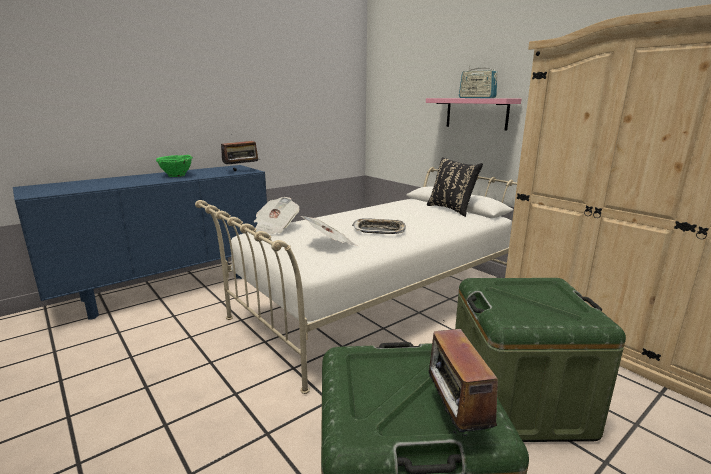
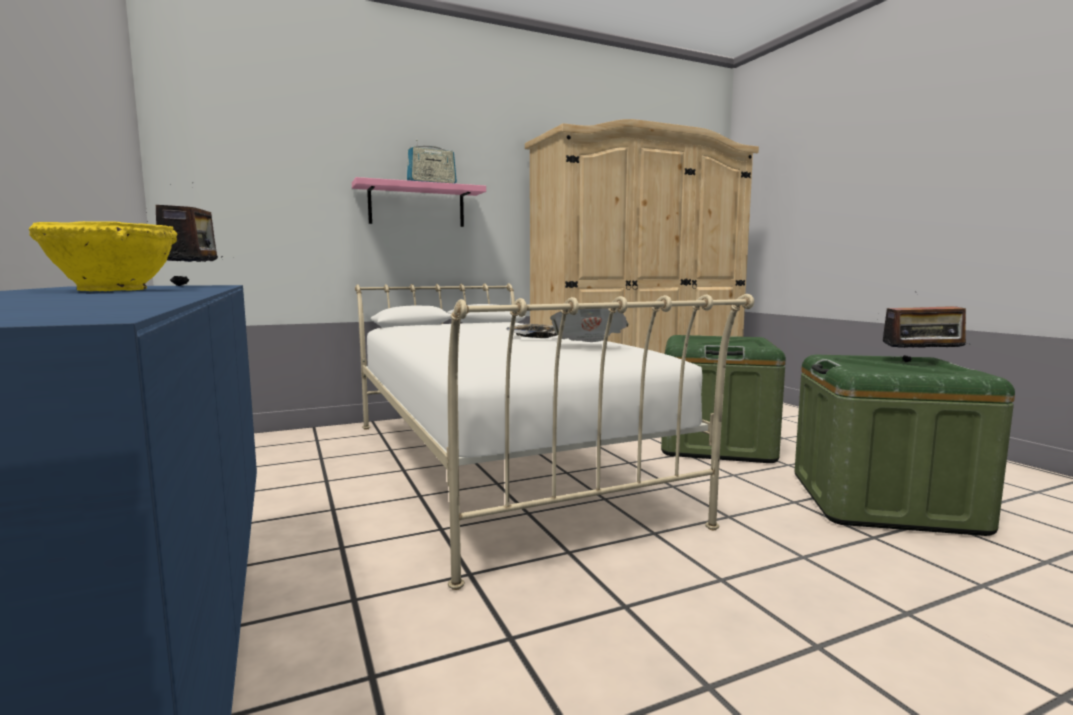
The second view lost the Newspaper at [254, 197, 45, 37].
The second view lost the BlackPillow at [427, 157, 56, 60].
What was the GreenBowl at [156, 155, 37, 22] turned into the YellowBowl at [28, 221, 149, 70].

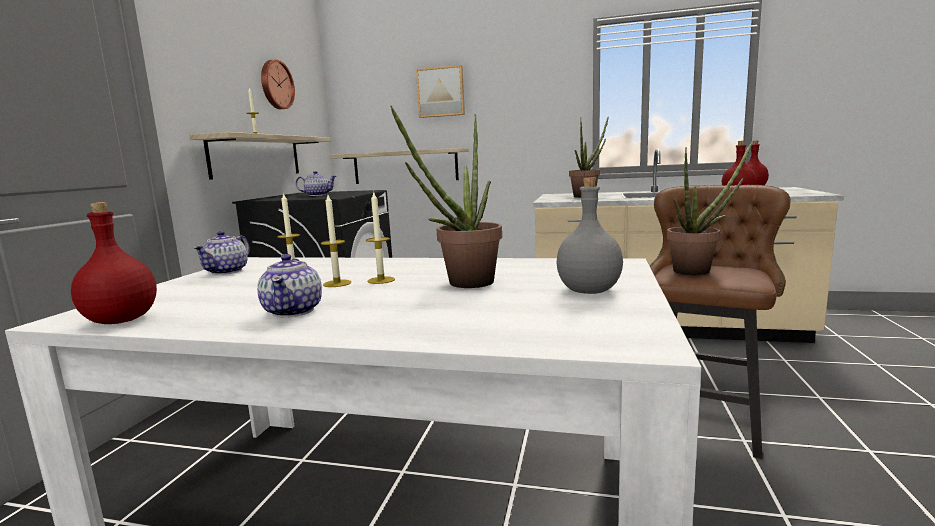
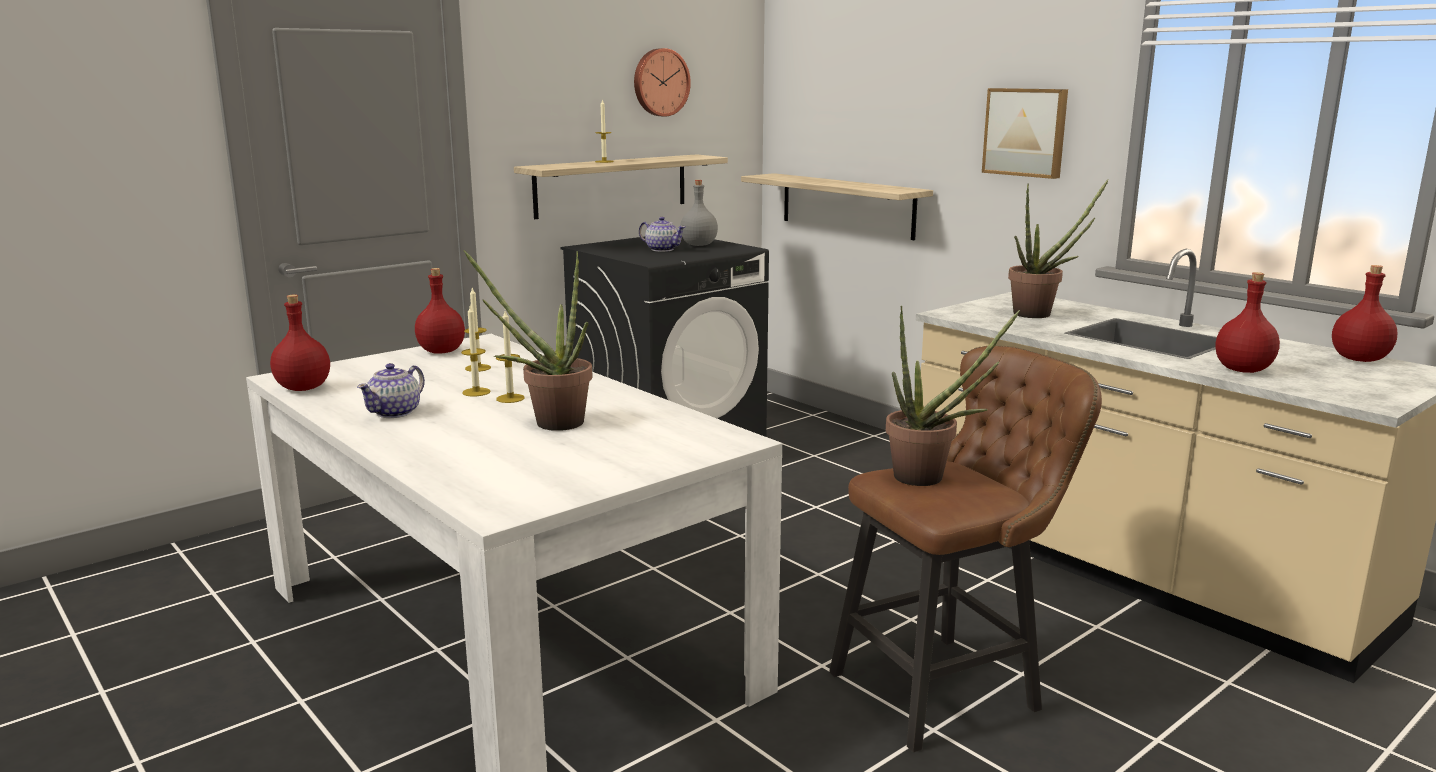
The Picture ended up elsewhere, having gone from [416, 65, 49, 53] to [982, 88, 86, 91].
The GreyBottle ended up elsewhere, having gone from [556, 178, 67, 116] to [680, 180, 38, 66].
Where the Teapot stood at [193, 231, 57, 44], the RedBottle came to stand at [415, 268, 50, 86].

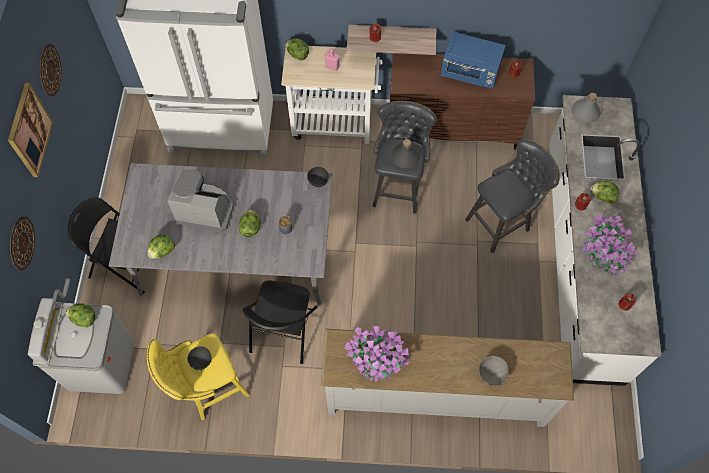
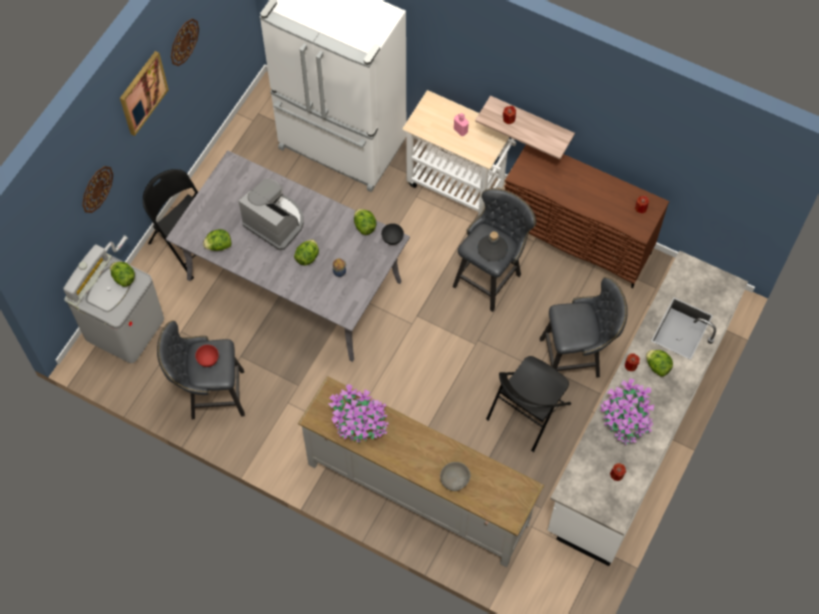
The second view lost the BlueMicrowave at [441, 32, 65, 57].
The second view lost the GreyBottle at [572, 93, 29, 30].
The BlackChair ended up elsewhere, having gone from [243, 281, 75, 83] to [486, 356, 85, 96].
The Lettuce ended up elsewhere, having gone from [285, 38, 24, 22] to [354, 209, 23, 26].
What was the YellowStool at [147, 333, 103, 87] turned into the GreyStool at [157, 321, 88, 98].
What was the GreyBowl at [187, 346, 24, 24] turned into the RedBowl at [195, 345, 24, 22].

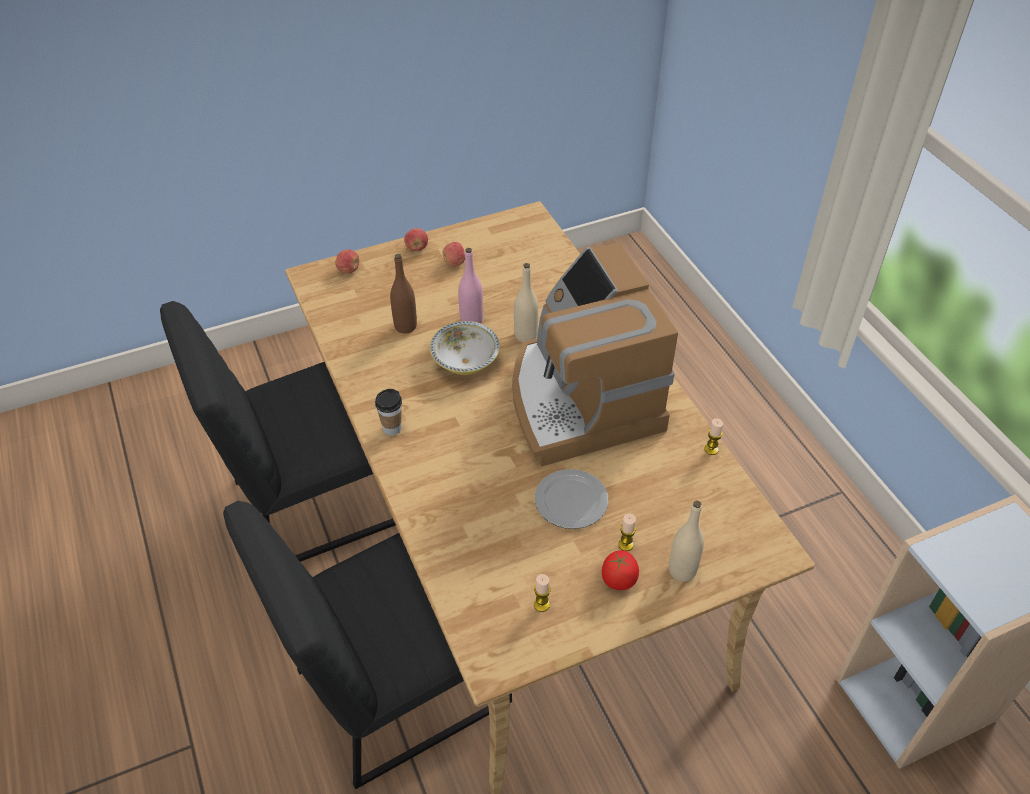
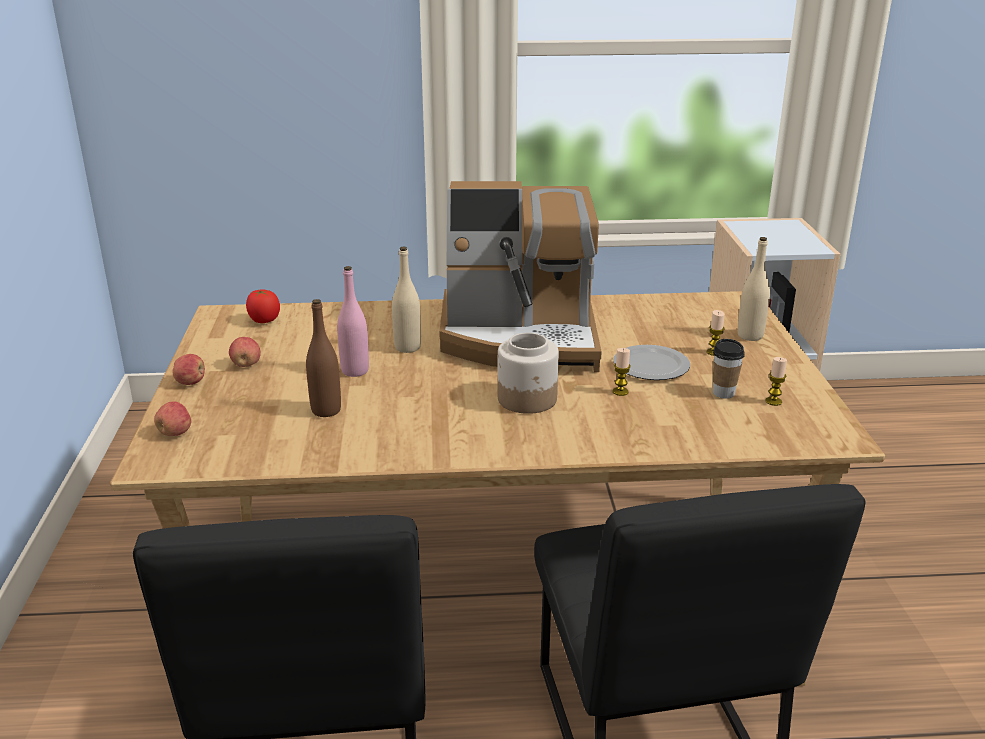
The second view lost the Bowl at [430, 321, 70, 54].
The second view gained the Jar at [498, 333, 61, 81].
The Cup ended up elsewhere, having gone from [375, 389, 27, 47] to [713, 339, 32, 60].
The Tomato ended up elsewhere, having gone from [602, 550, 37, 40] to [246, 289, 34, 34].
The Candle ended up elsewhere, having gone from [705, 418, 18, 37] to [613, 348, 18, 48].

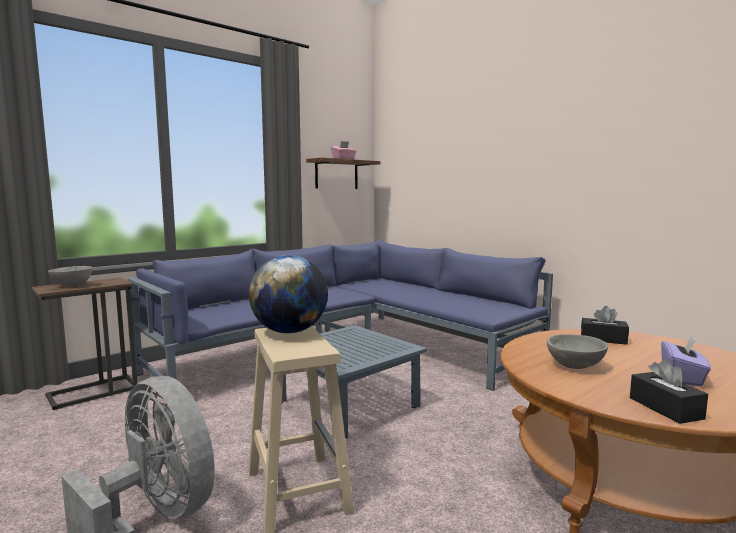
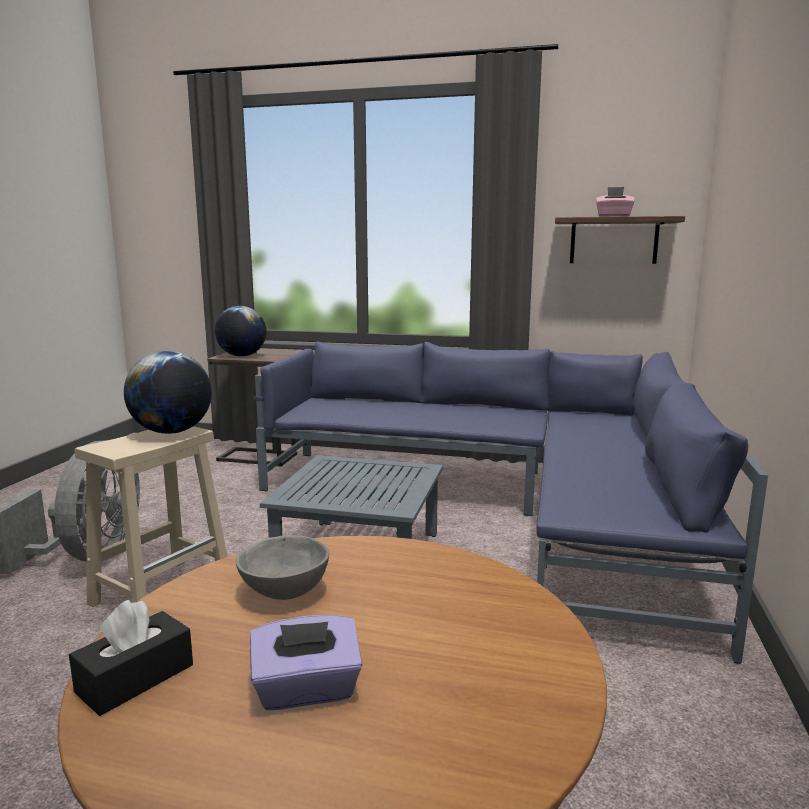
The second view lost the BlackTissueBox at [581, 306, 48, 39].
Where the GreyBowl stood at [48, 266, 45, 21], the Globe came to stand at [215, 306, 52, 51].

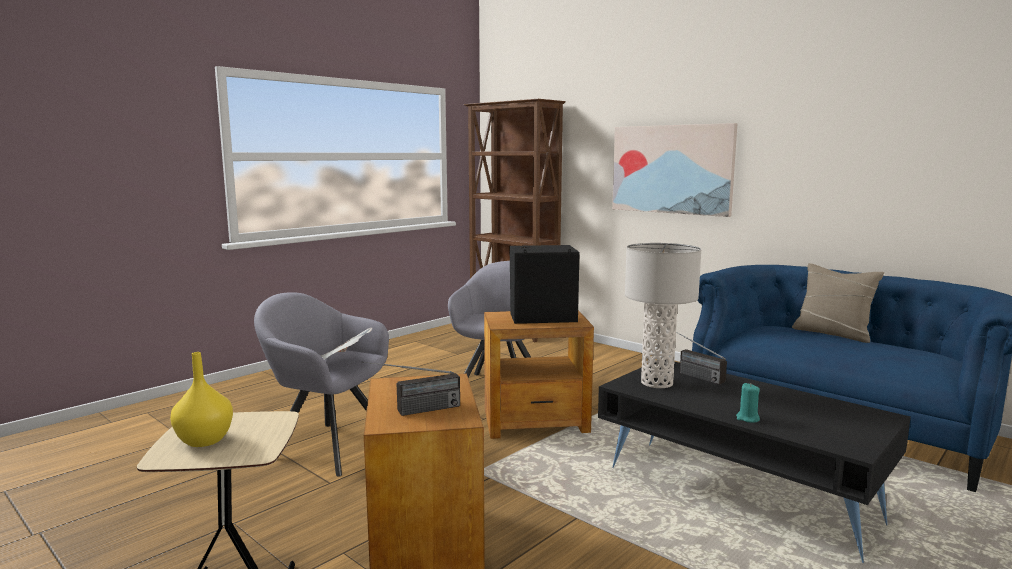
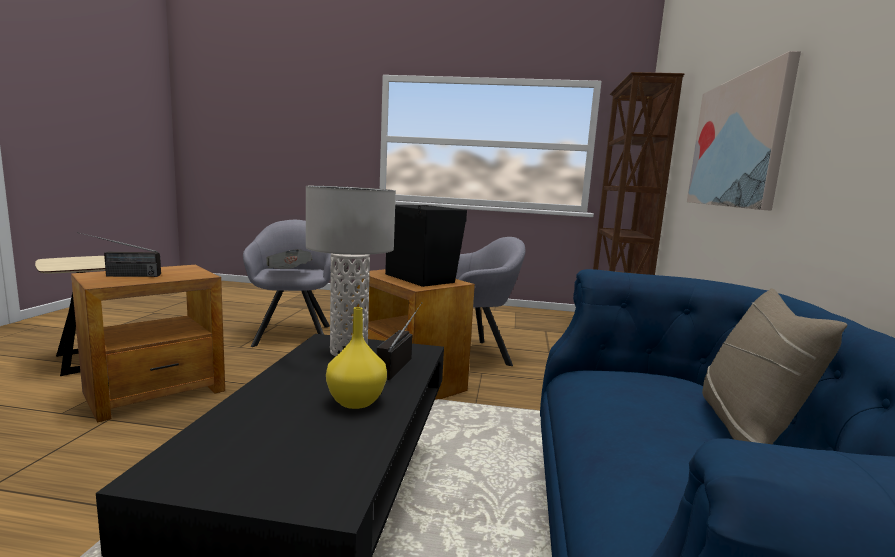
The second view lost the TurquoiseCandle at [736, 383, 24, 40].
The YellowVase ended up elsewhere, having gone from [170, 352, 63, 95] to [326, 307, 61, 102].
The Radio at [362, 361, 98, 55] ended up facing another way, 45 degrees counterclockwise from before.

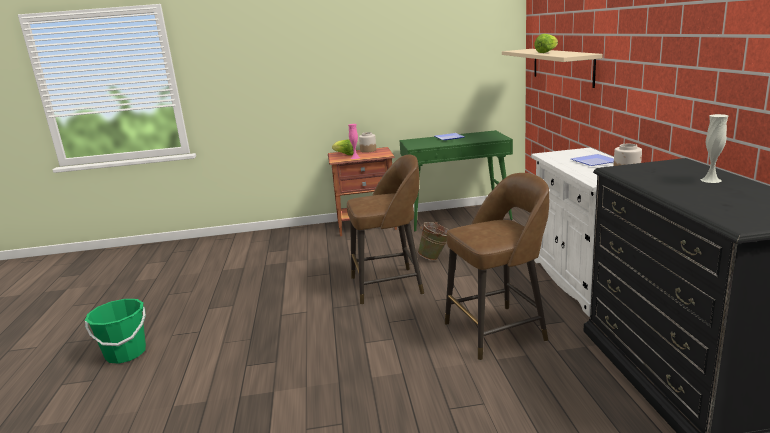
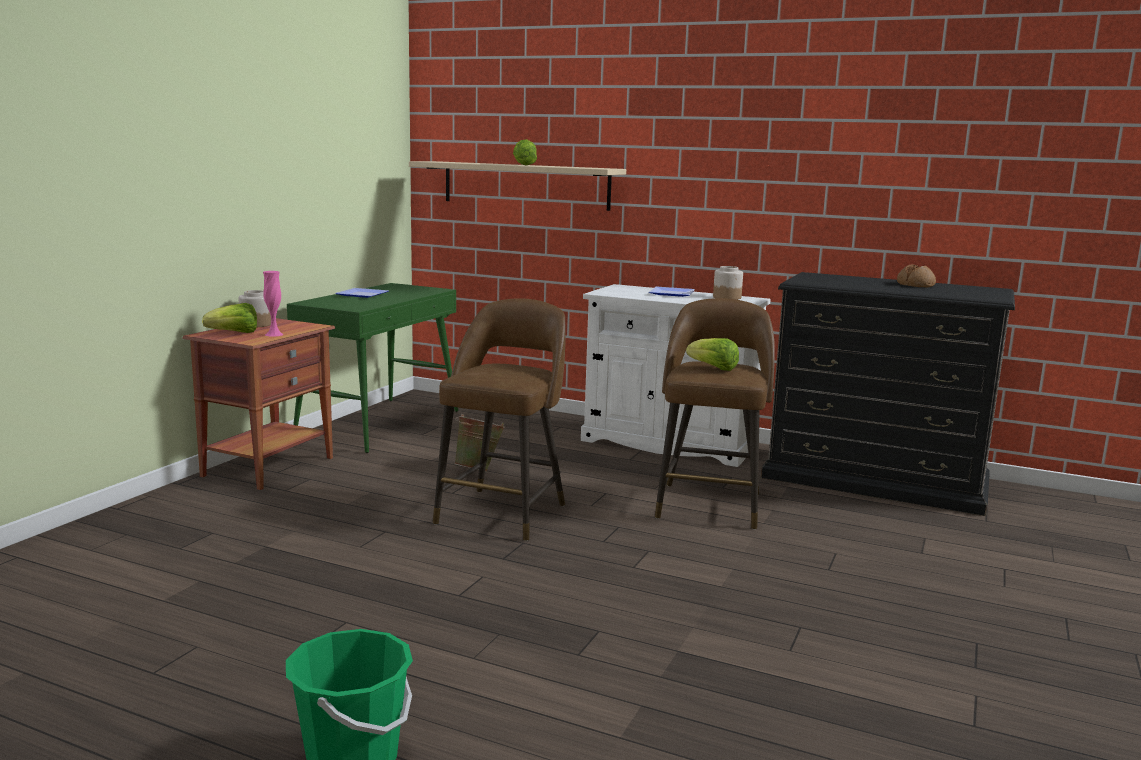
The second view lost the WhiteVase at [701, 114, 28, 69].
The second view gained the Lettuce at [686, 338, 53, 33].
The second view gained the Bread at [897, 265, 39, 22].

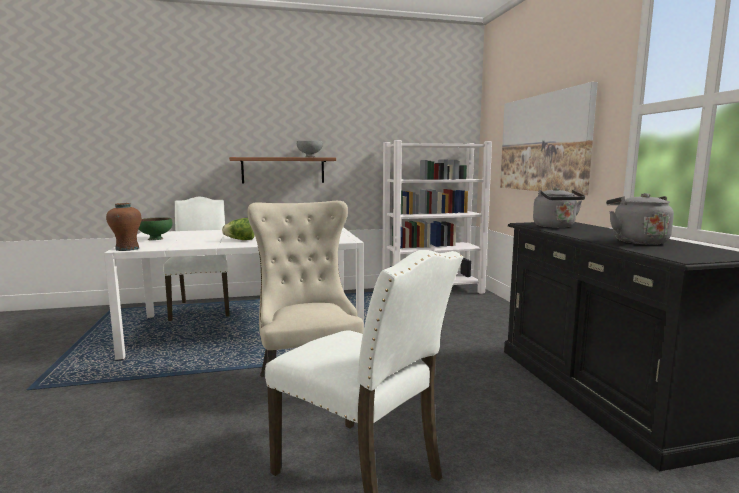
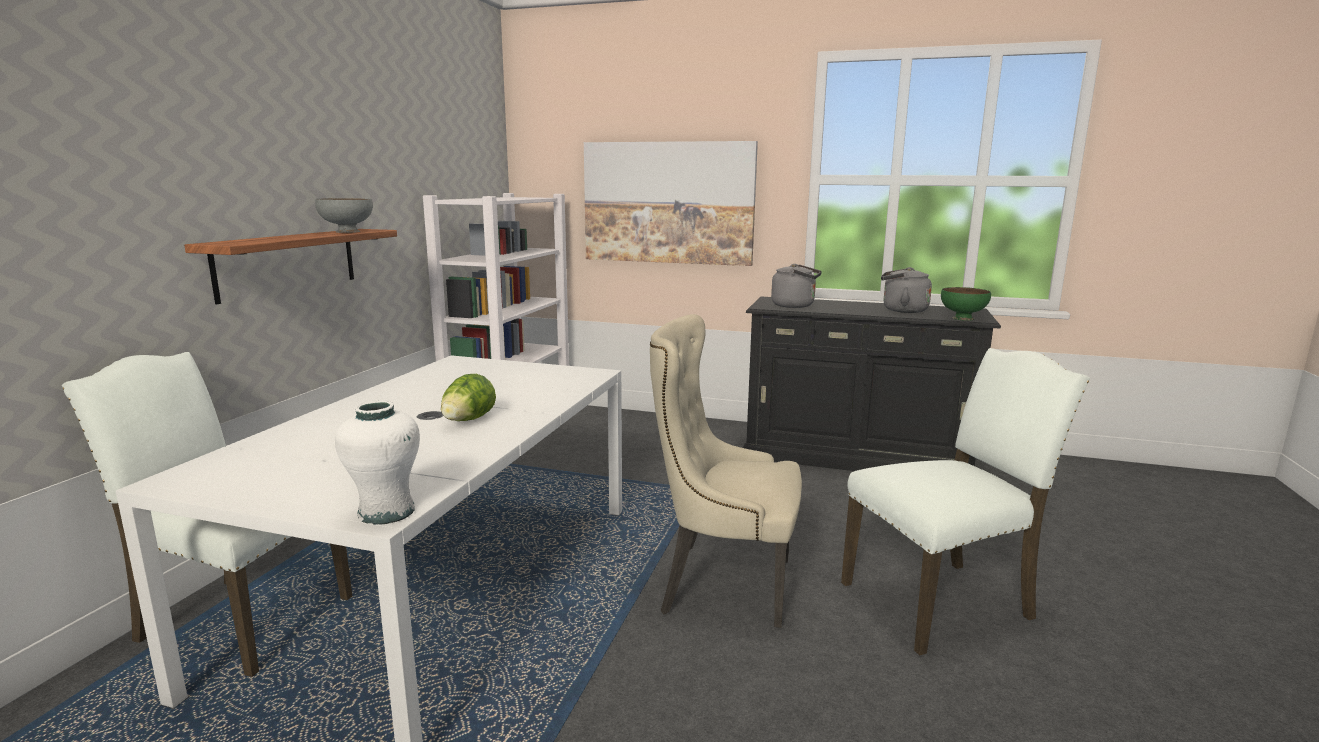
The GreenBowl ended up elsewhere, having gone from [139, 217, 33, 23] to [941, 287, 50, 34].
What was the BrownVase at [106, 203, 36, 48] turned into the WhiteVase at [335, 401, 85, 124].

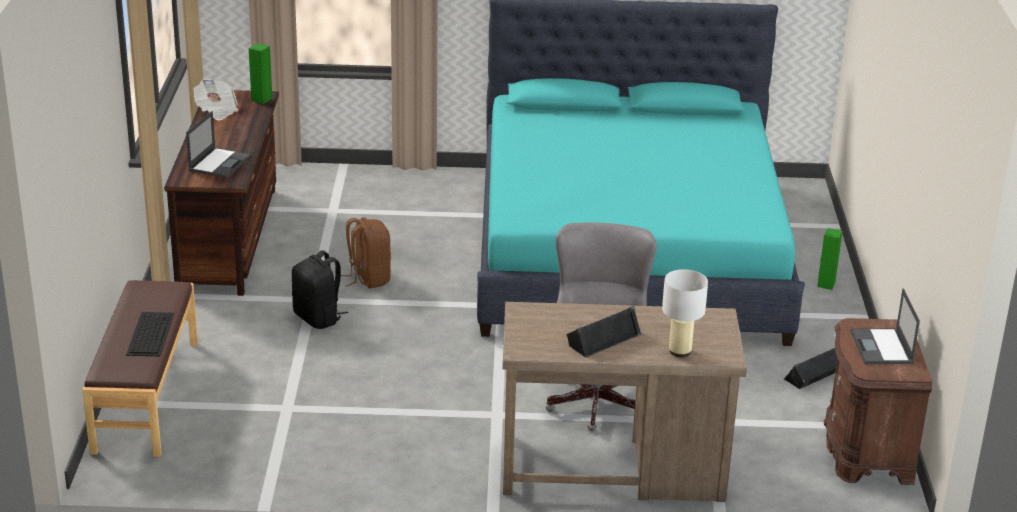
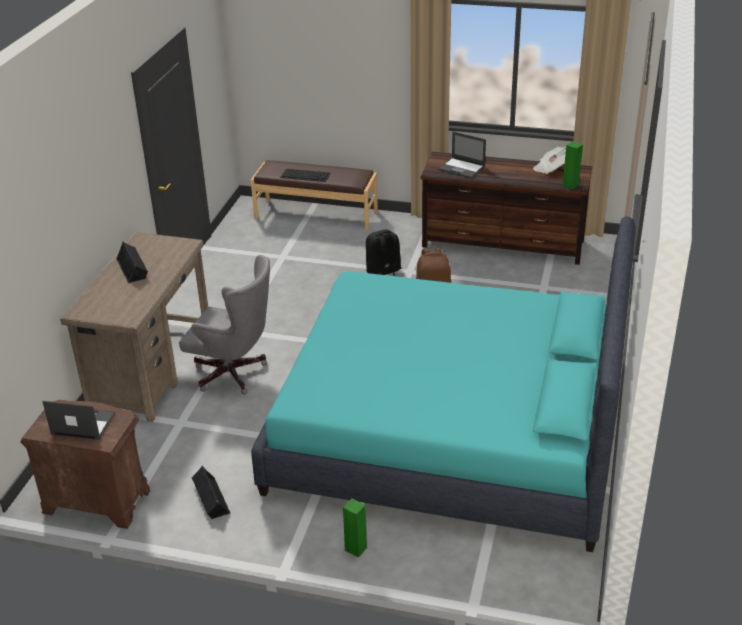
The second view lost the WhiteTableLamp at [662, 269, 46, 88].

